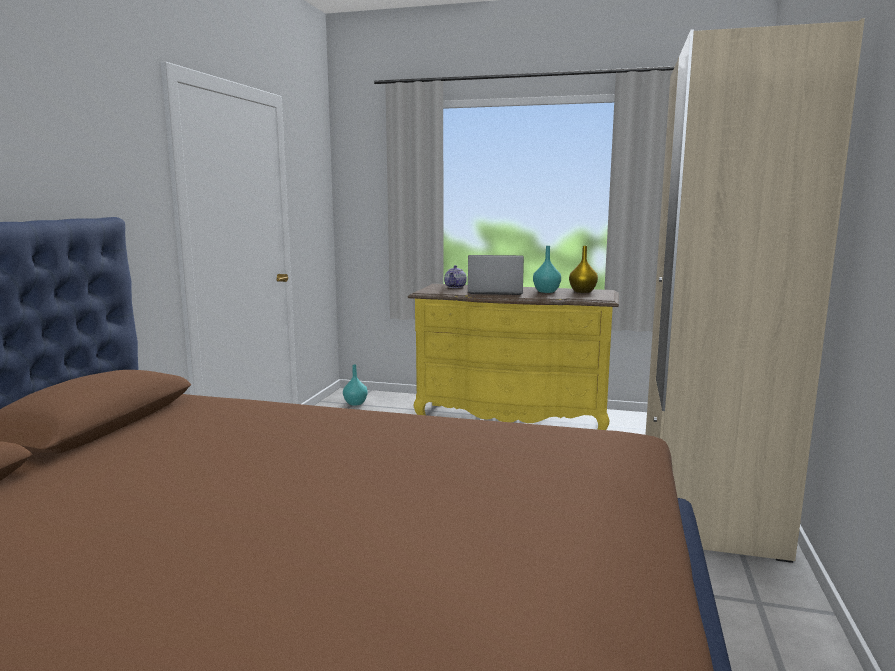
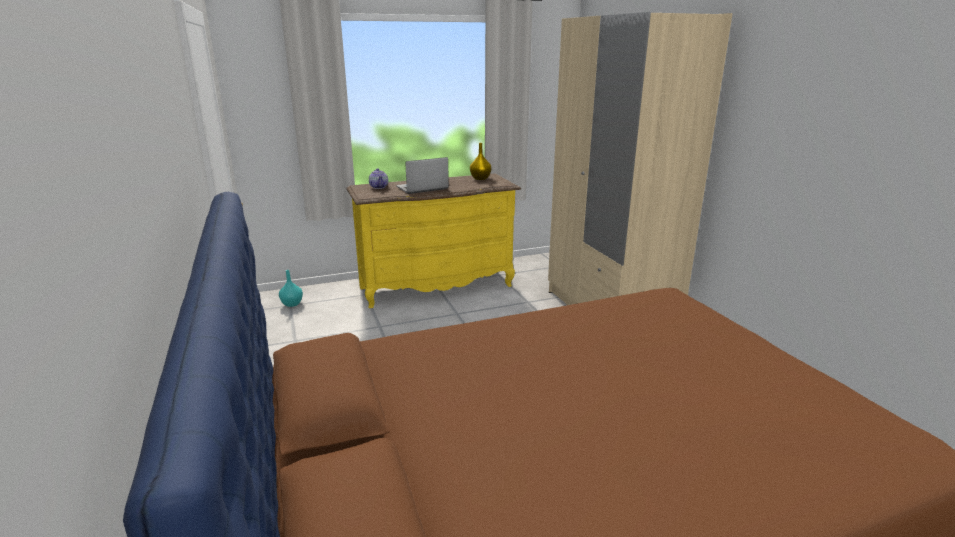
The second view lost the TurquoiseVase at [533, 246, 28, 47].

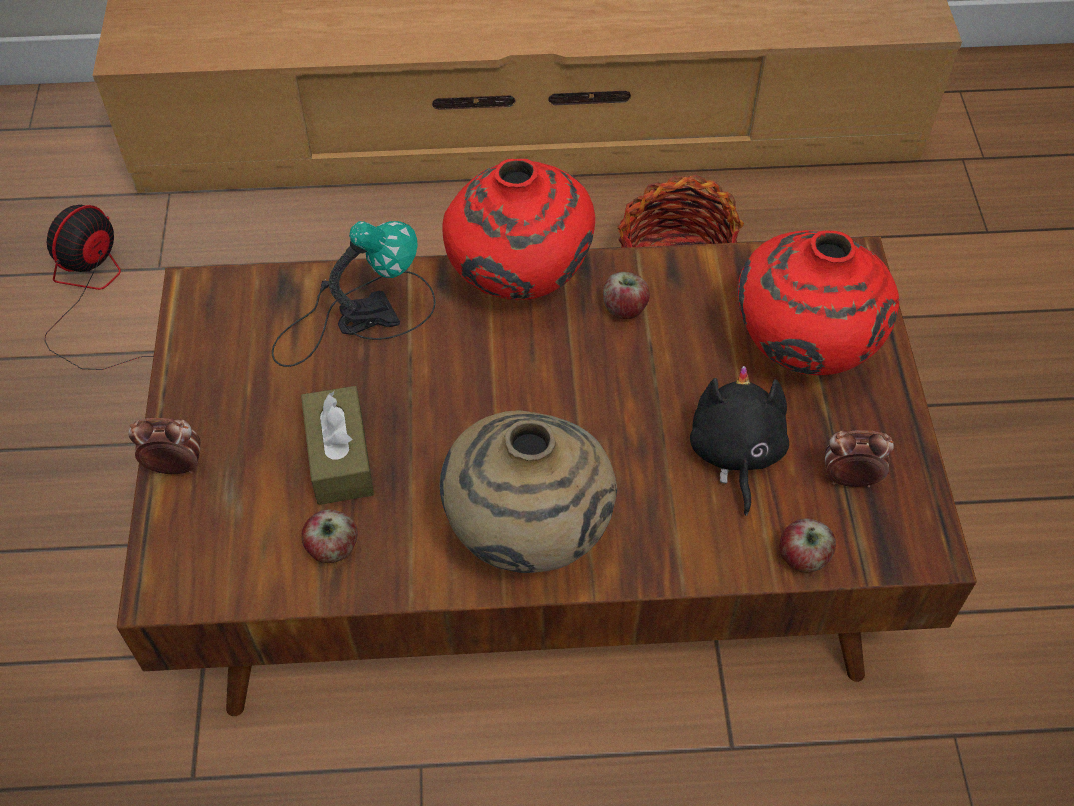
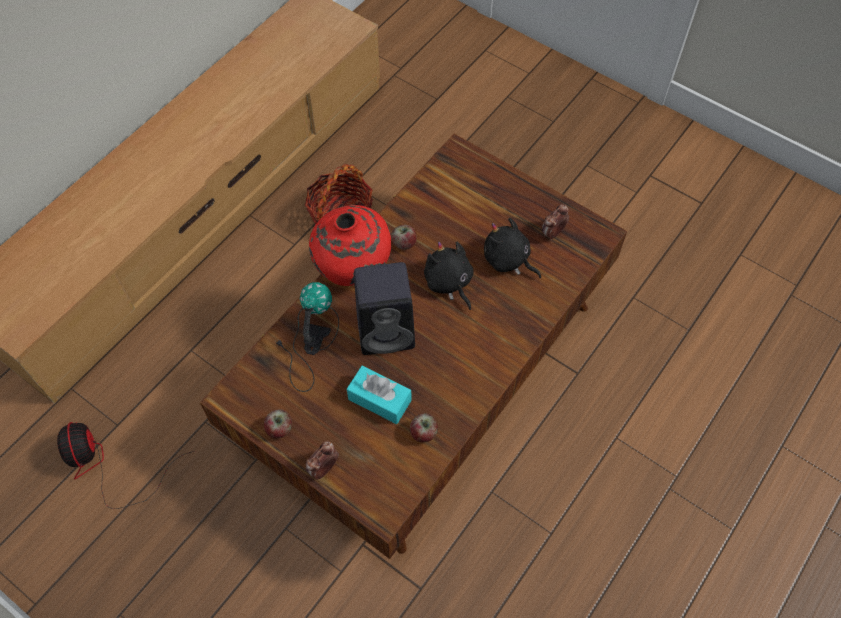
The second view lost the BeigeVase at [439, 411, 178, 162].
The second view lost the RedVase at [737, 230, 162, 145].
The second view gained the BlackSpeaker at [354, 262, 61, 93].
The second view gained the BlackPlushToy at [424, 242, 50, 68].
The Apple ended up elsewhere, having gone from [779, 519, 57, 53] to [264, 409, 28, 29].
What was the BrownTissueBox at [301, 386, 73, 119] turned into the TurquoiseTissueBox at [347, 366, 65, 58].

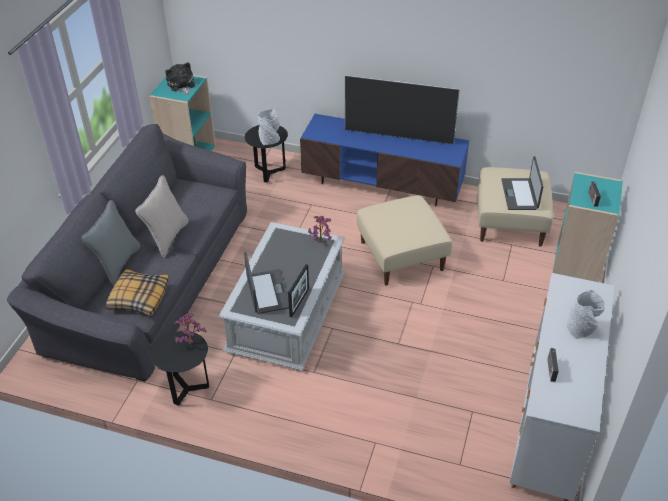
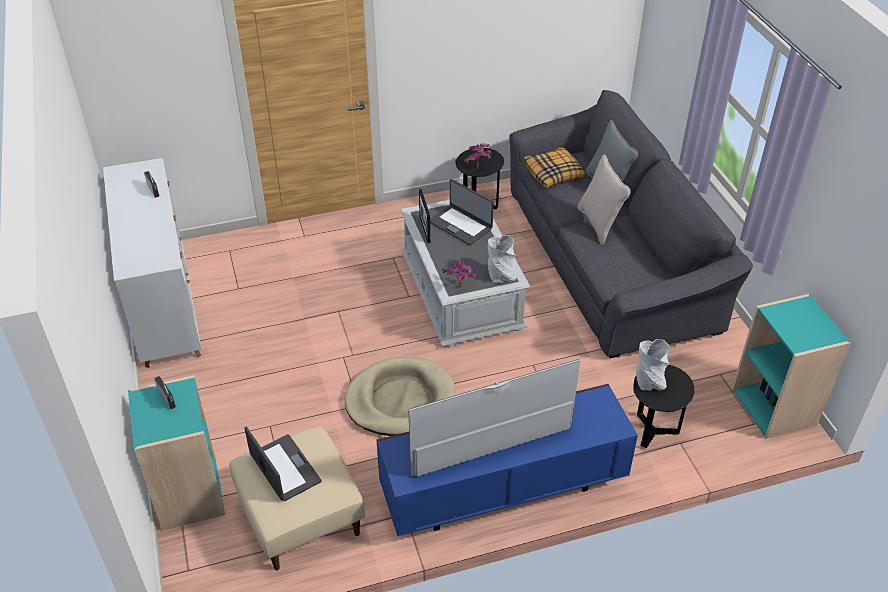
The second view lost the PlushToy at [165, 62, 30, 33].
The GreyVase ended up elsewhere, having gone from [566, 289, 39, 50] to [488, 235, 28, 48].
Where the BeigeOttoman stood at [357, 195, 95, 91], the BeigeDogBed came to stand at [345, 357, 111, 79].

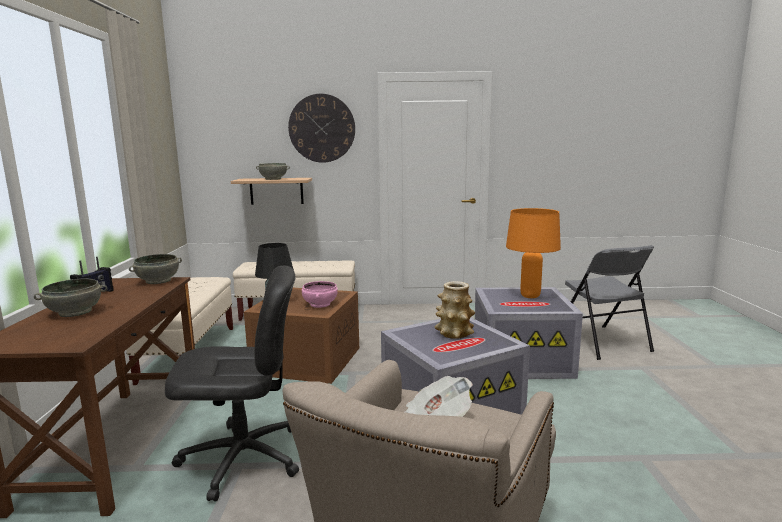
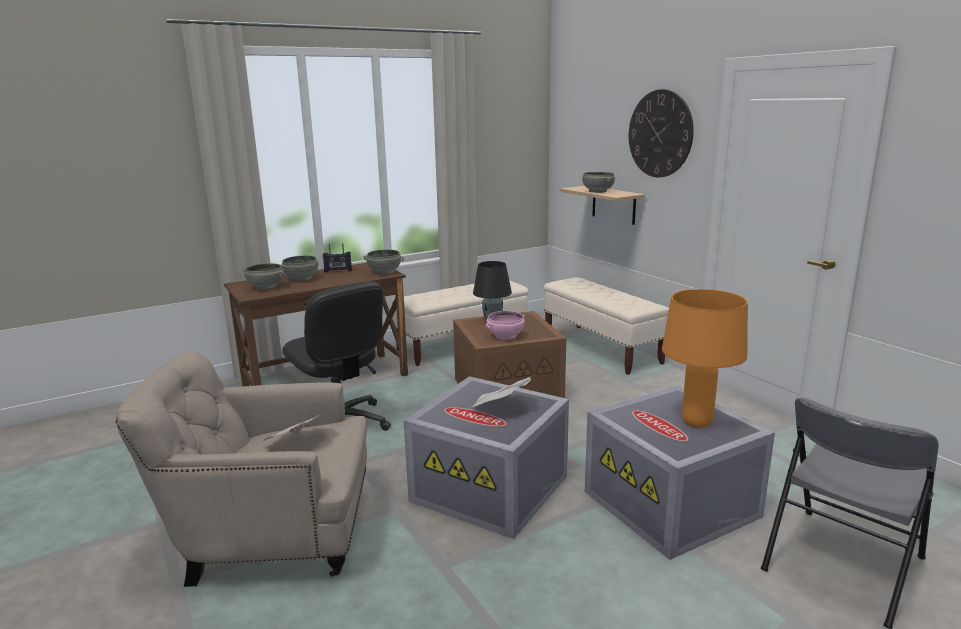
The second view gained the GreyBowl at [244, 263, 41, 27].
Where the Vase stood at [435, 281, 40, 58], the Newspaper came to stand at [470, 376, 62, 32].

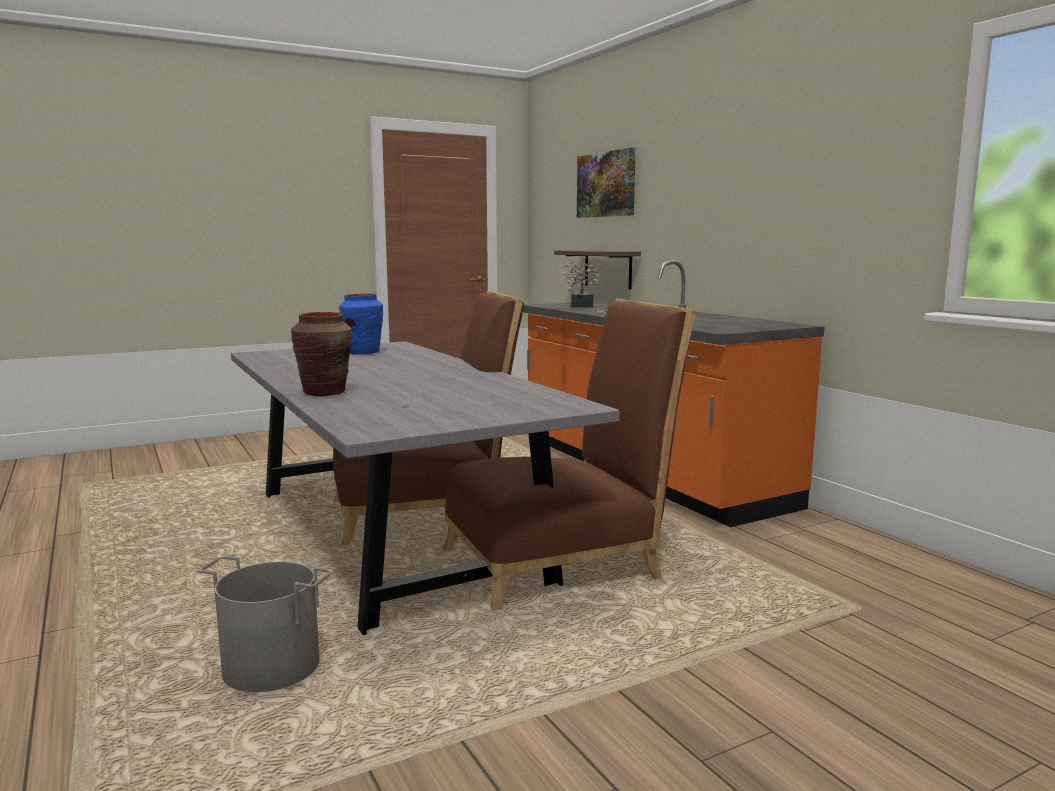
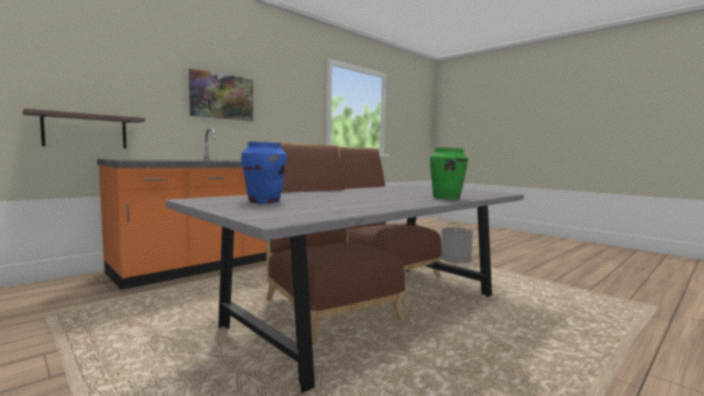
The second view lost the PottedPlant at [562, 257, 39, 51].
The GreyBucket ended up elsewhere, having gone from [198, 556, 135, 136] to [441, 223, 32, 40].
The Picture ended up elsewhere, having gone from [577, 147, 59, 71] to [189, 68, 64, 53].
What was the BrownVase at [291, 312, 61, 84] turned into the GreenVase at [429, 147, 39, 52].

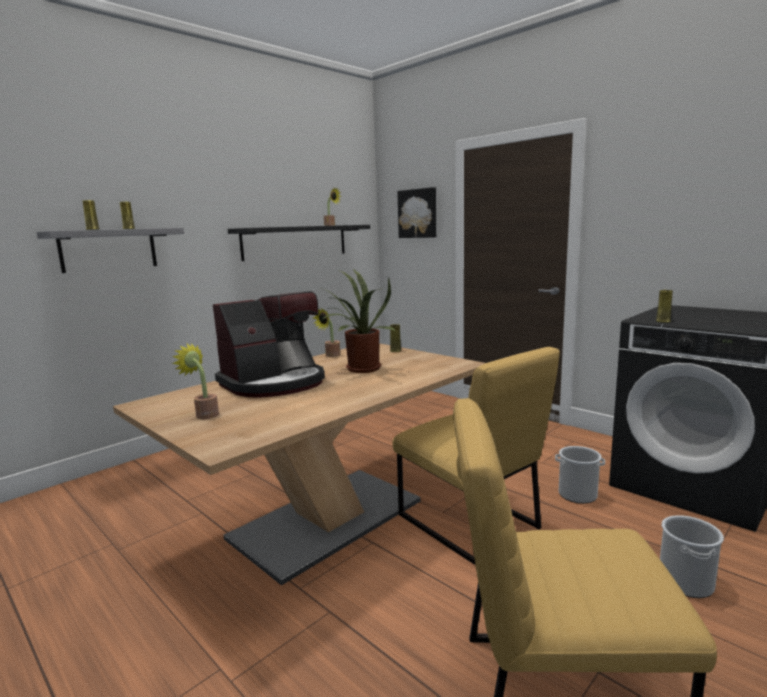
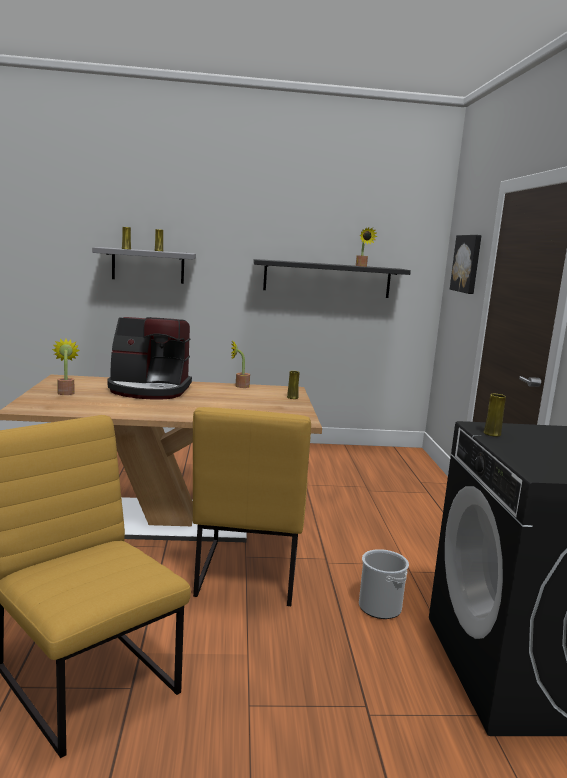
The second view lost the PottedPlant at [321, 269, 75, 104].
The second view lost the Bucket at [660, 515, 64, 83].

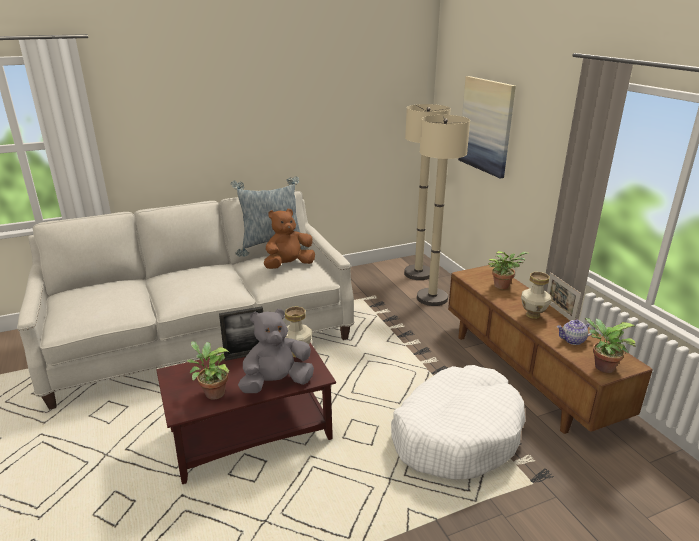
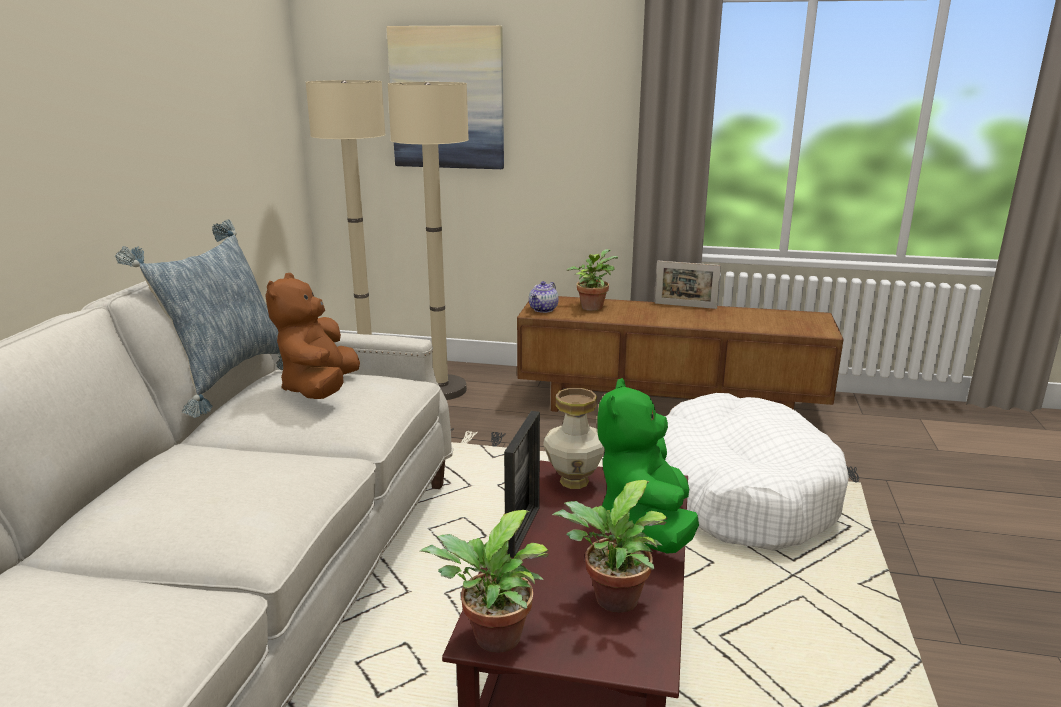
The second view lost the Vase at [521, 272, 30, 47].
The Teapot ended up elsewhere, having gone from [557, 320, 38, 25] to [529, 281, 30, 32].
The PottedPlant ended up elsewhere, having gone from [584, 318, 52, 55] to [419, 510, 130, 143].
What was the GreyPlushToy at [238, 309, 76, 84] turned into the GreenPlushToy at [597, 378, 102, 176].

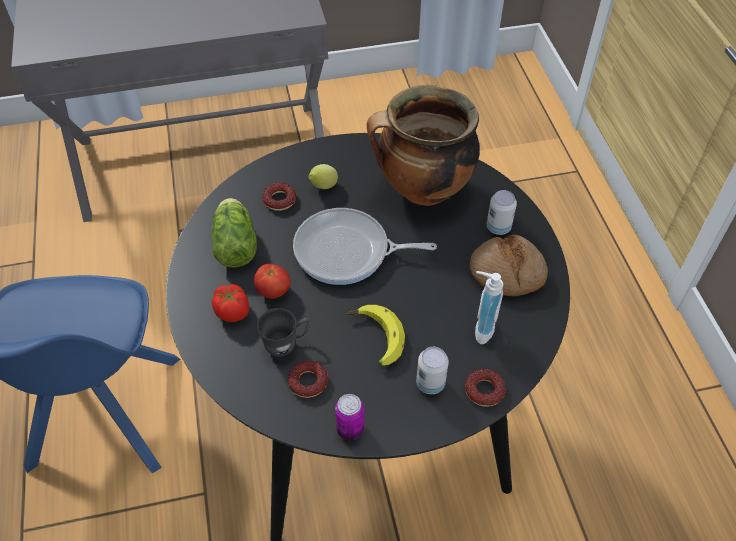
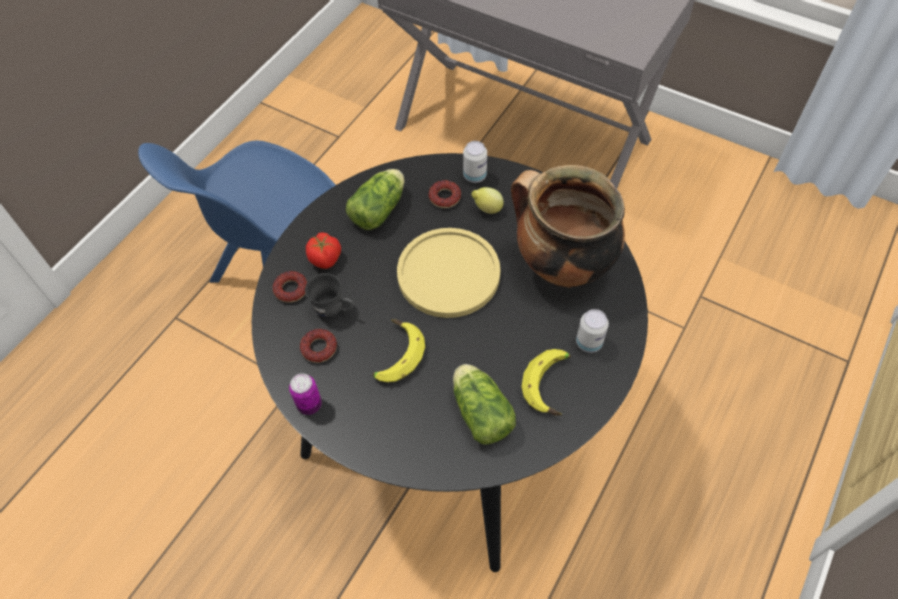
The second view lost the Tomato at [254, 263, 37, 36].
The Can ended up elsewhere, having gone from [416, 347, 33, 47] to [463, 141, 24, 42].
The Donut ended up elsewhere, having gone from [465, 369, 41, 38] to [273, 271, 34, 32].
Where the FryingPan stood at [293, 208, 144, 77], the YellowPlate came to stand at [397, 228, 103, 90].
Where the Bread stood at [470, 234, 78, 62], the Banana came to stand at [521, 349, 50, 67].
Where the SoapDispenser stood at [475, 271, 28, 73], the Lettuce came to stand at [453, 364, 63, 81].

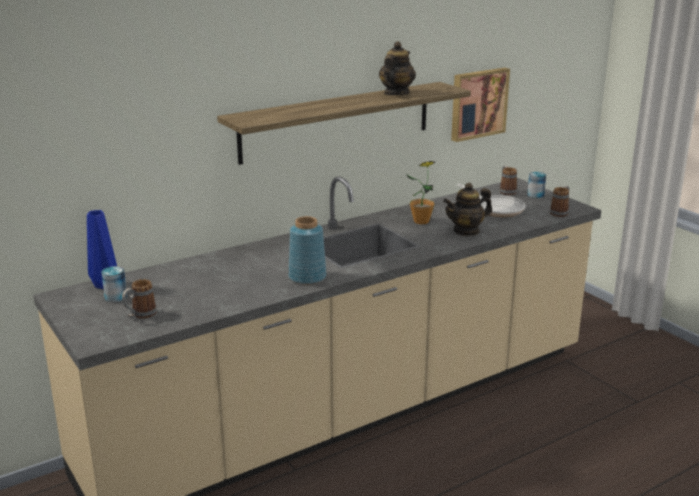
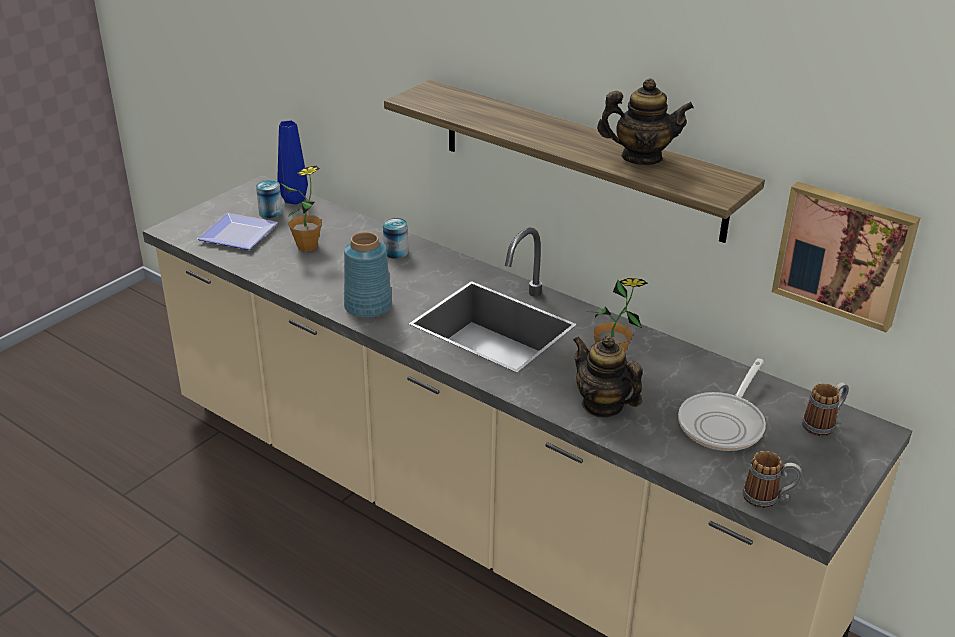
The second view gained the PottedPlant at [282, 166, 40, 86].
The Can ended up elsewhere, having gone from [527, 172, 19, 26] to [383, 218, 25, 41].
Where the Mug stood at [122, 279, 35, 40], the Plate came to stand at [197, 213, 81, 37].

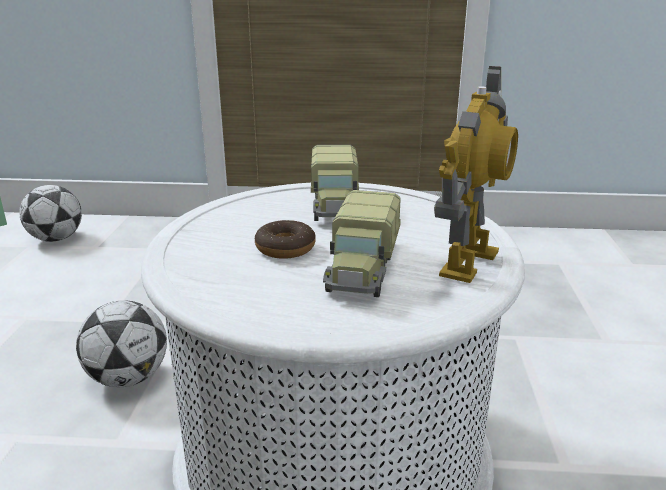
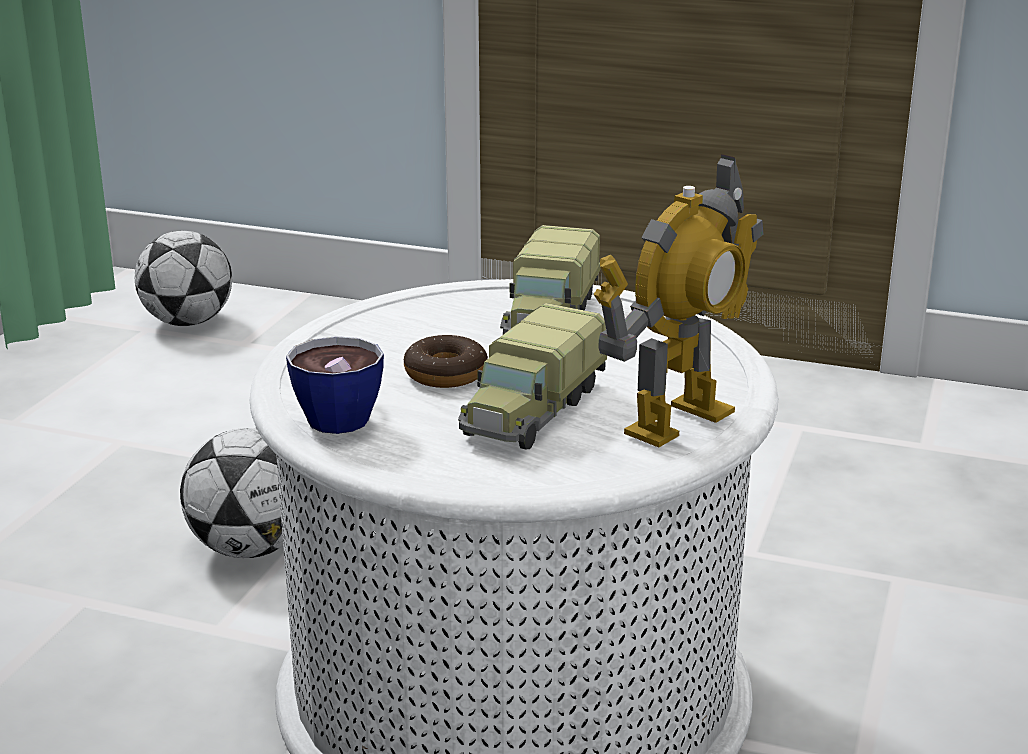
The second view gained the Cup at [286, 336, 98, 98].

